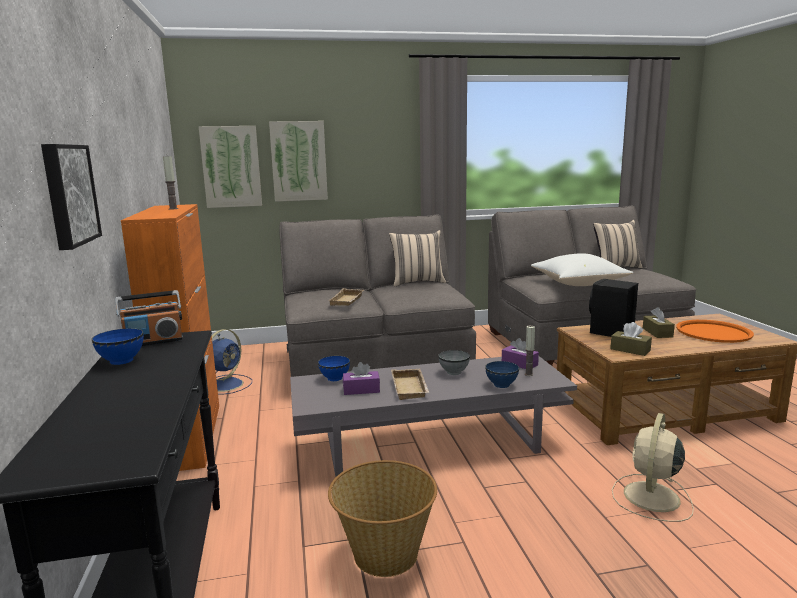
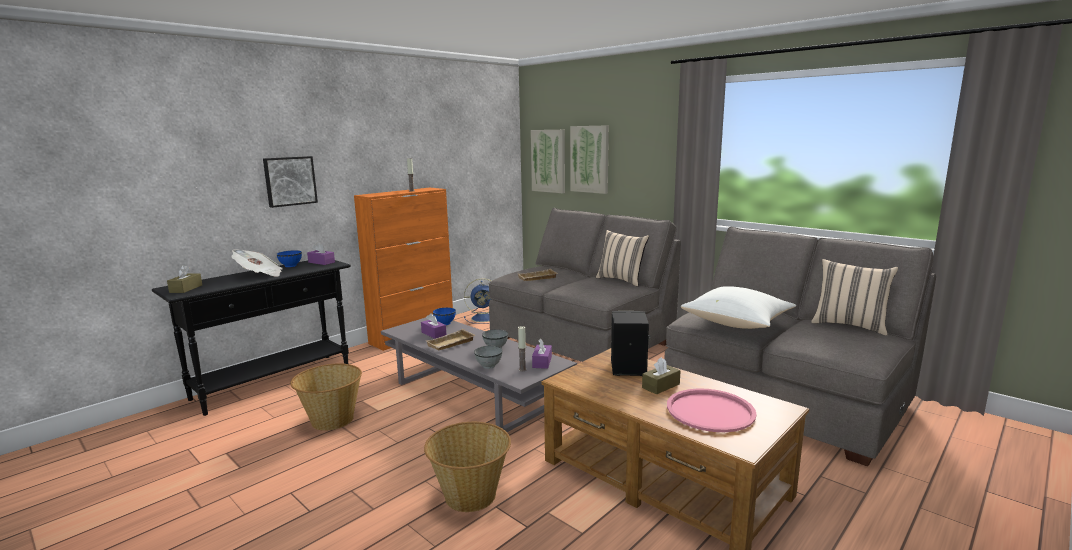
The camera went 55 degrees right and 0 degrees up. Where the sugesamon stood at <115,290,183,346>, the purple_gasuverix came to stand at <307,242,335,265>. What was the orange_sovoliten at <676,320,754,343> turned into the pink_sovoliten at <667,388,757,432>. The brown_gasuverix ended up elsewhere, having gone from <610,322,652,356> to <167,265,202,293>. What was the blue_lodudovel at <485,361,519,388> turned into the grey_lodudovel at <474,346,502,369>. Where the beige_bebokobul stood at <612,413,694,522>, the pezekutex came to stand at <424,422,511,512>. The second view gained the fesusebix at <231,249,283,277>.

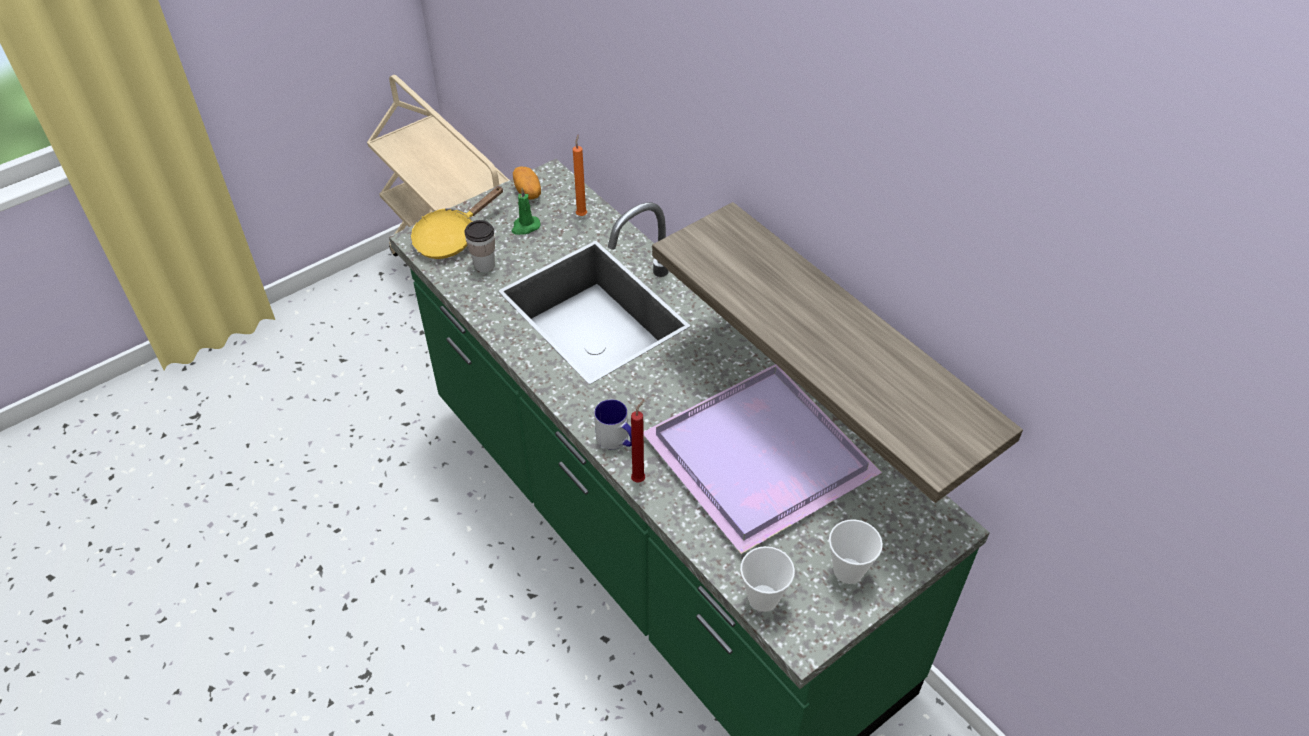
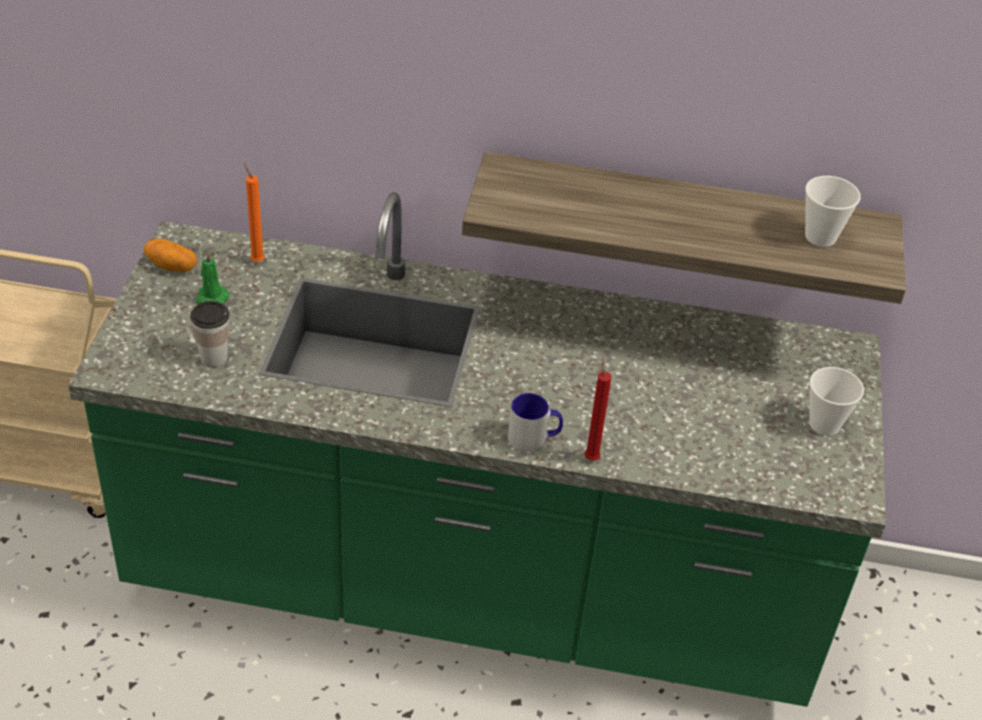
The camera went 45 degrees left and 5 degrees down. The second view lost the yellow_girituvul at <410,186,503,259>. The second view lost the purple_sovoliten at <644,364,882,554>. The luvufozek ended up elsewhere, having gone from <740,546,795,612> to <805,176,861,247>.

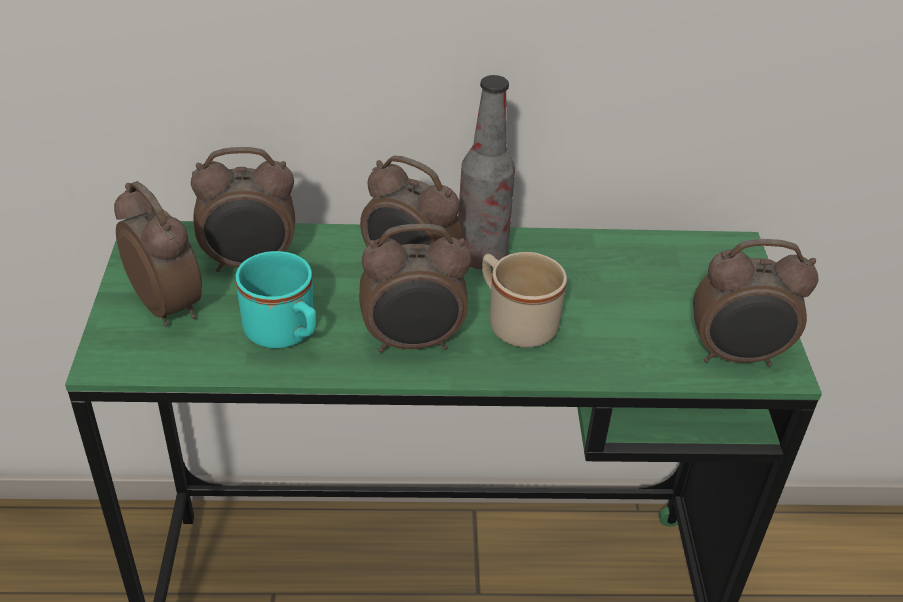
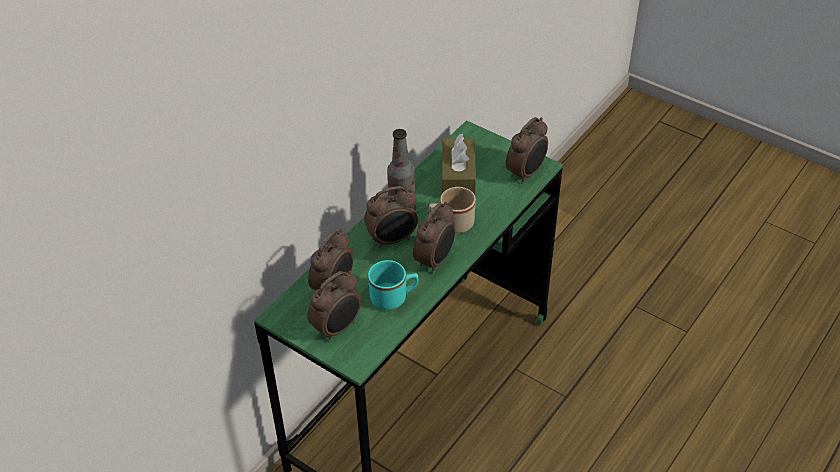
The camera went 50 degrees left and 5 degrees up. The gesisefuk at <114,181,202,327> ended up facing another way, 135 degrees clockwise from before. The second view gained the brown_gasuverix at <442,134,476,195>.

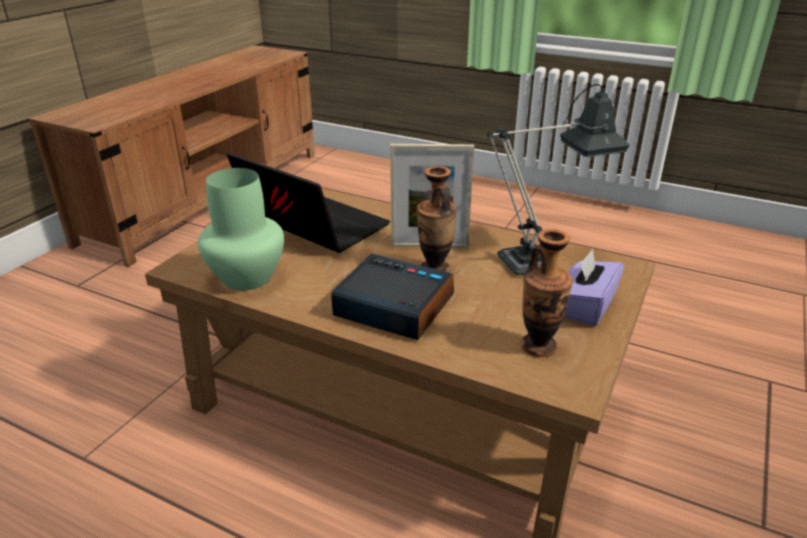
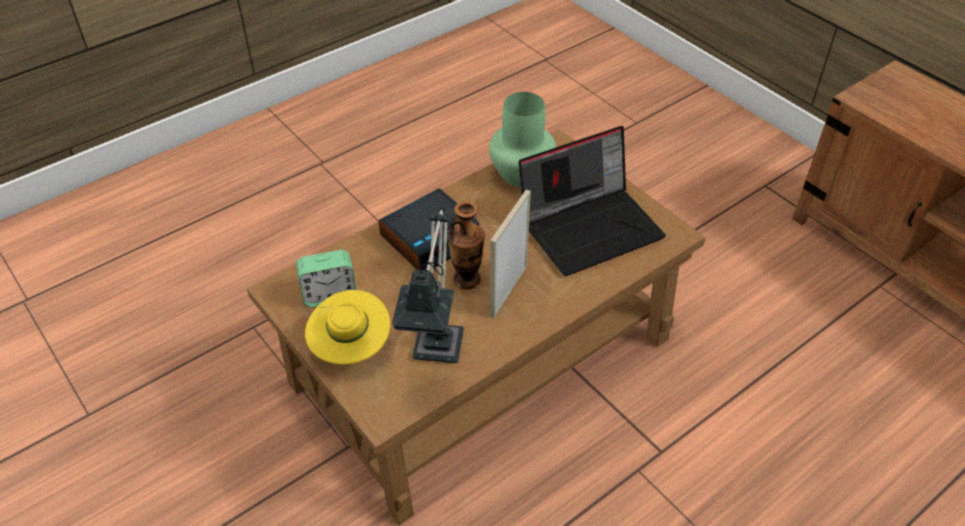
The camera went 115 degrees right and 15 degrees up. Where the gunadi stood at <521,229,573,357>, the gesisefuk came to stand at <296,250,356,308>. Where the purple_gasuverix stood at <564,249,624,326>, the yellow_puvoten came to stand at <305,290,390,365>.

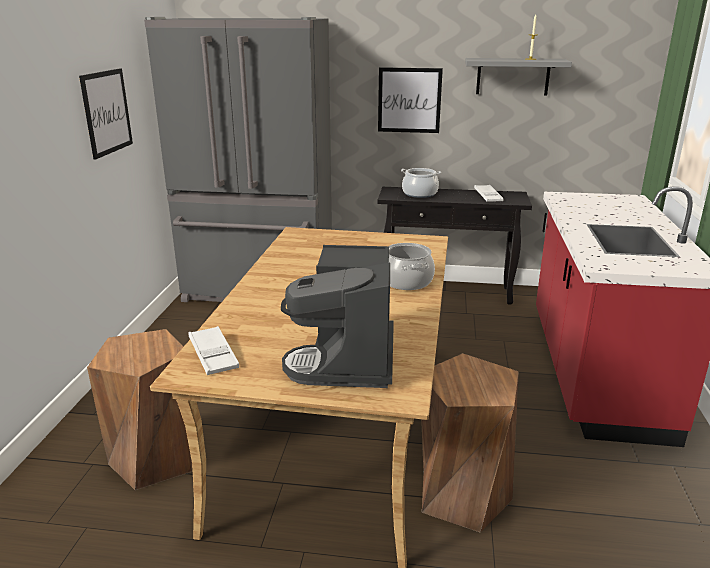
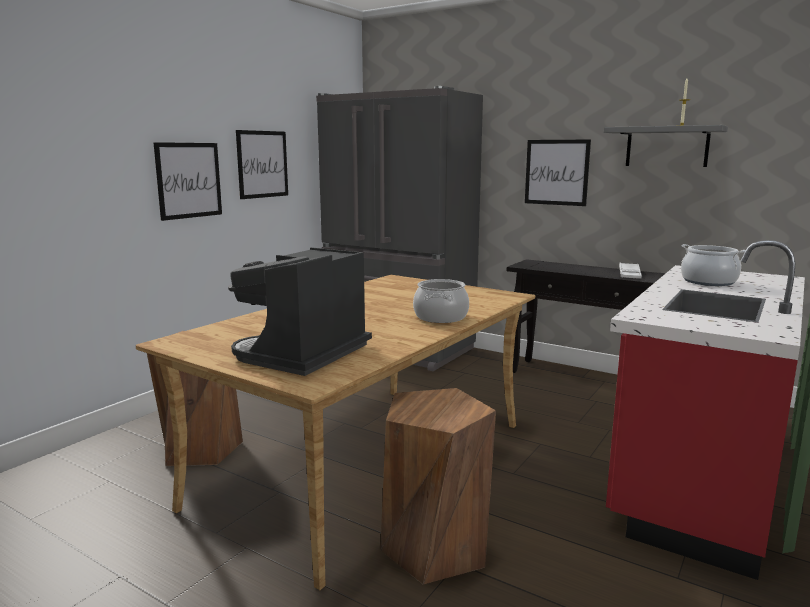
The camera went 25 degrees right and 10 degrees down. The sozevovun ended up elsewhere, having gone from <401,168,441,198> to <681,244,746,286>. The second view lost the white_sovoliten at <188,326,239,375>. The second view gained the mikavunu at <153,142,222,221>.

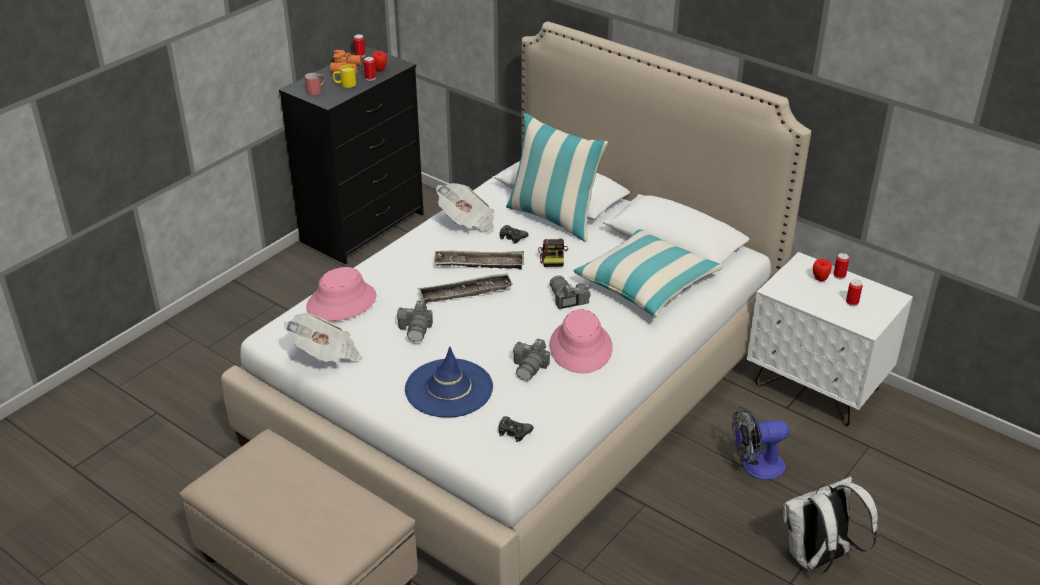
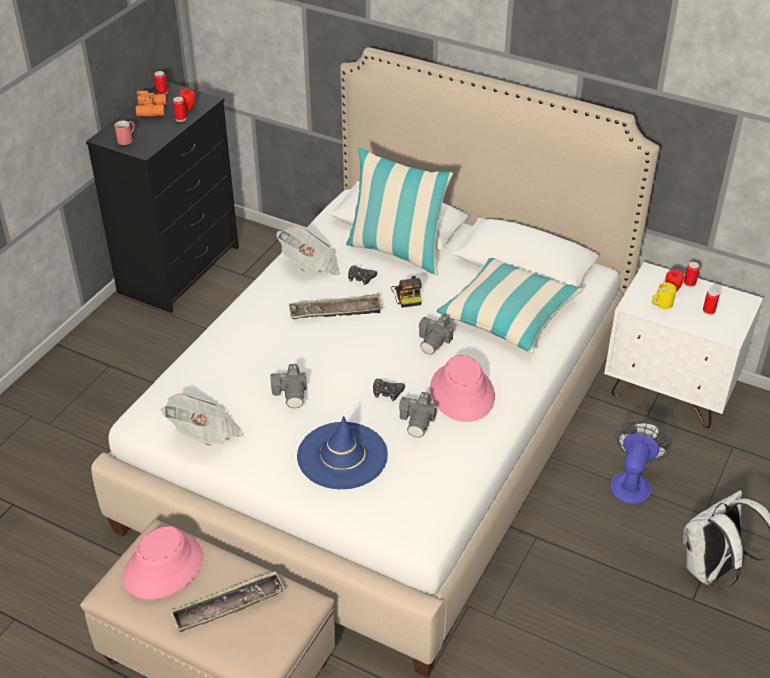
The camera went 10 degrees left and 5 degrees up. The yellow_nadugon ended up elsewhere, having gone from <333,65,356,88> to <652,282,676,309>. The pink_puvoten ended up elsewhere, having gone from <306,267,377,321> to <123,526,203,599>. The sovoliten ended up elsewhere, having gone from <418,273,513,303> to <169,571,285,632>. The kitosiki at <549,276,591,309> ended up facing another way, 120 degrees counterclockwise from before. The bebokobul at <732,407,789,480> ended up facing another way, 135 degrees clockwise from before. The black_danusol ended up elsewhere, having gone from <498,416,534,442> to <373,379,405,401>.

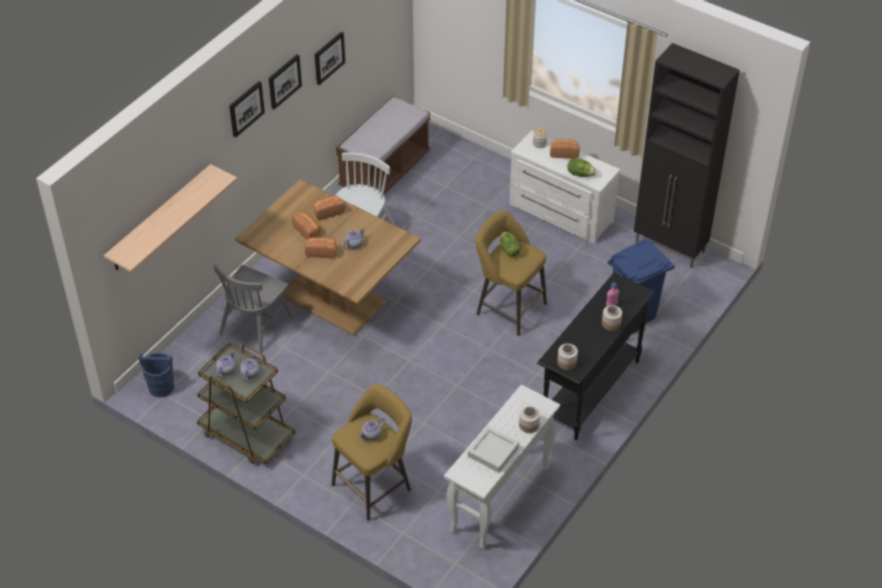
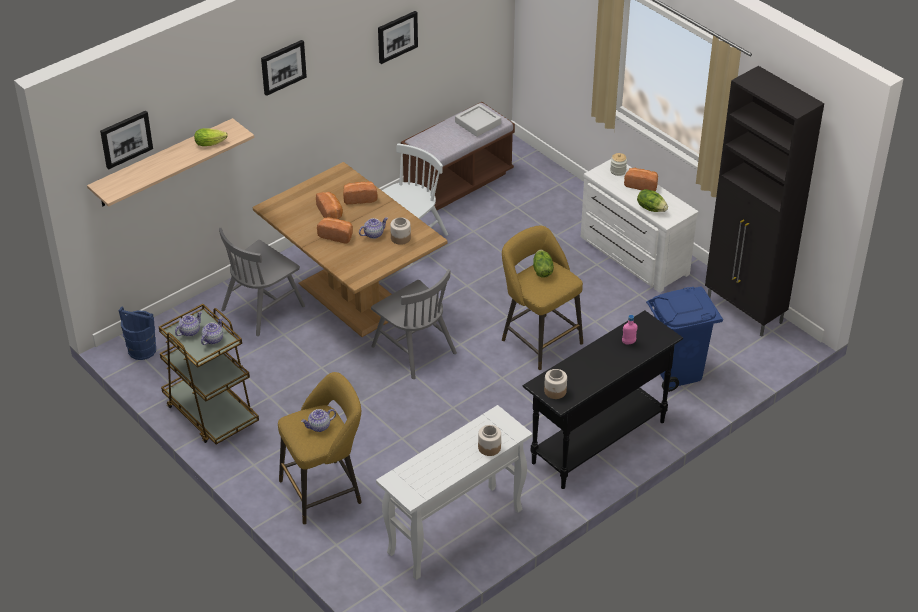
The camera went 15 degrees right and 5 degrees down. The mikavunu ended up elsewhere, having gone from <269,55,302,110> to <100,110,153,169>. The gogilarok ended up elsewhere, having gone from <602,305,622,331> to <390,217,411,245>. The grey_sovoliten ended up elsewhere, having gone from <468,427,519,473> to <455,104,501,137>. The second view gained the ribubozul at <194,128,228,146>. The second view gained the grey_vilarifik at <371,269,457,379>.

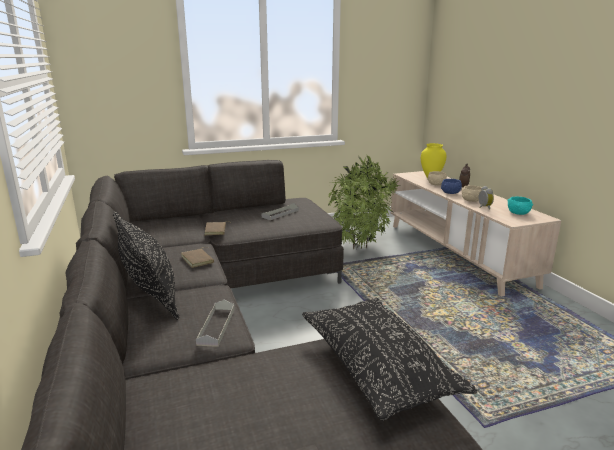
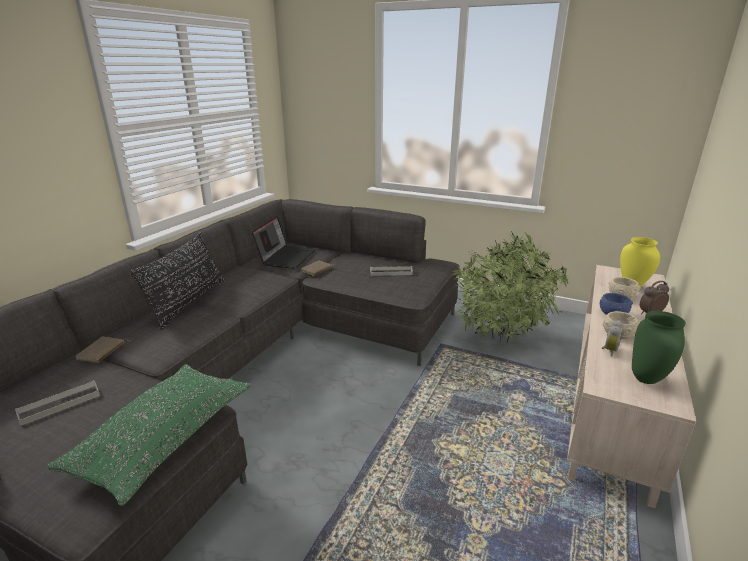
The camera went 45 degrees right and 5 degrees up. Where the turquoise_lodudovel stood at <508,196,533,215>, the green_gunadi came to stand at <632,311,686,384>. The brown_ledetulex ended up elsewhere, having gone from <181,247,214,268> to <75,337,131,363>. What was the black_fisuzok at <302,298,477,420> turned into the green_fisuzok at <47,364,250,506>. The grey_sovoliten ended up elsewhere, having gone from <196,300,234,347> to <15,380,100,425>. The second view gained the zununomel at <252,216,316,269>.

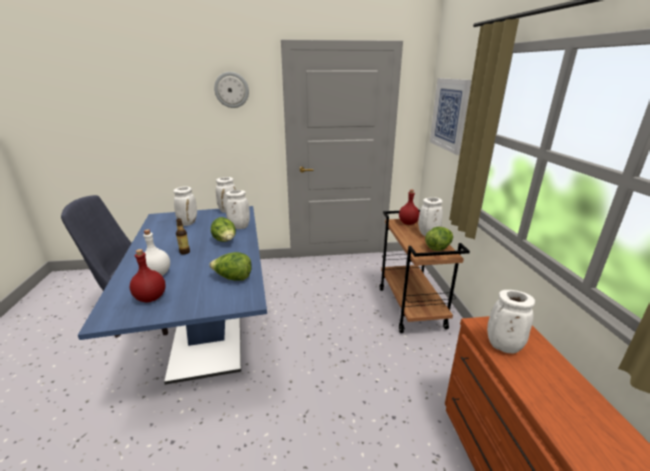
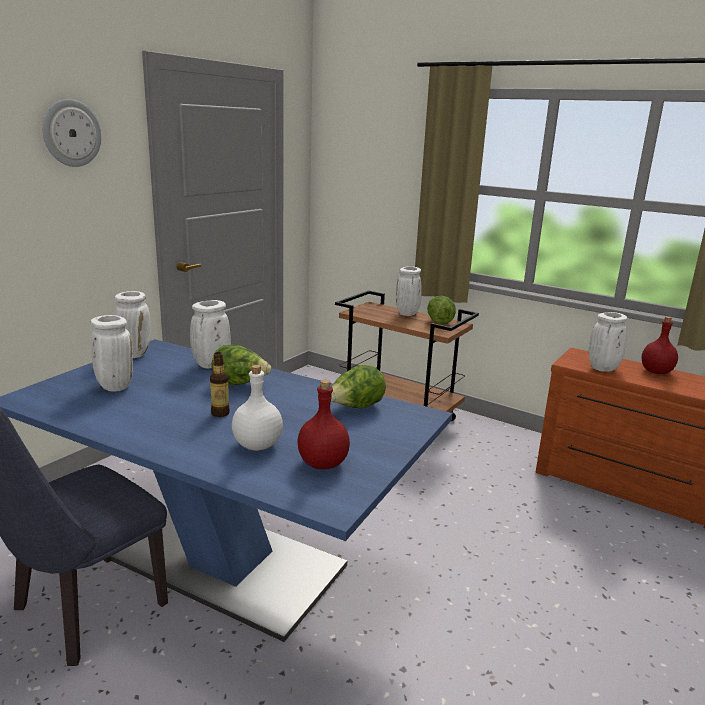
The camera went 50 degrees left and 5 degrees down. The second view lost the mikavunu at <430,78,472,155>. The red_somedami ended up elsewhere, having gone from <399,190,419,225> to <642,316,678,374>.

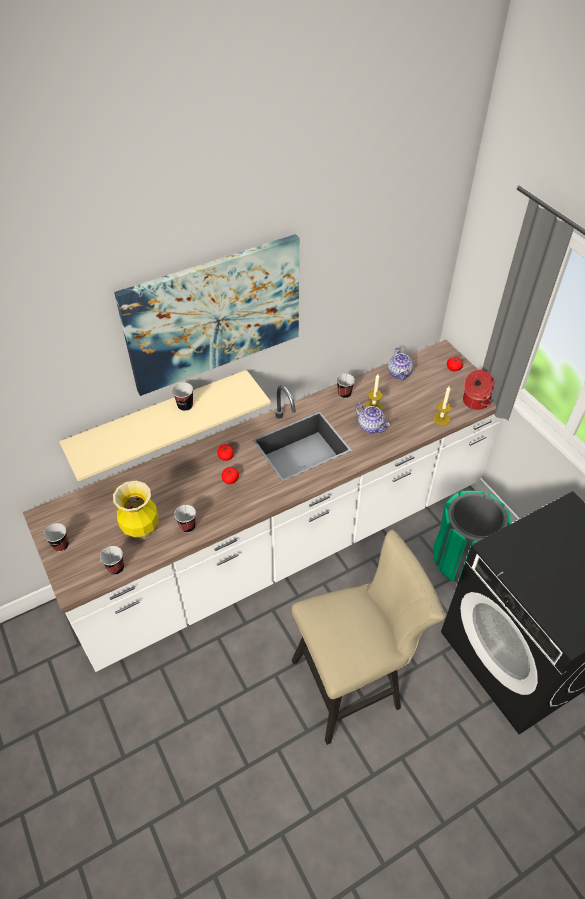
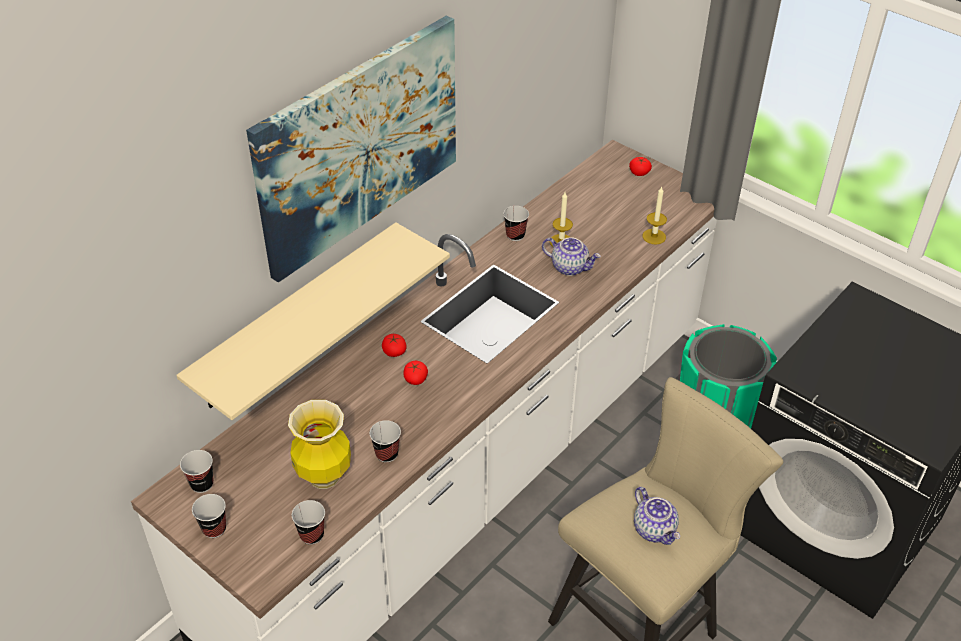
The camera went 20 degrees left and 5 degrees down. The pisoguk ended up elsewhere, having gone from <388,348,413,381> to <634,487,680,545>. The second view lost the sozevovun at <463,370,494,410>. The luvufozek ended up elsewhere, having gone from <172,382,193,411> to <180,450,214,493>.

